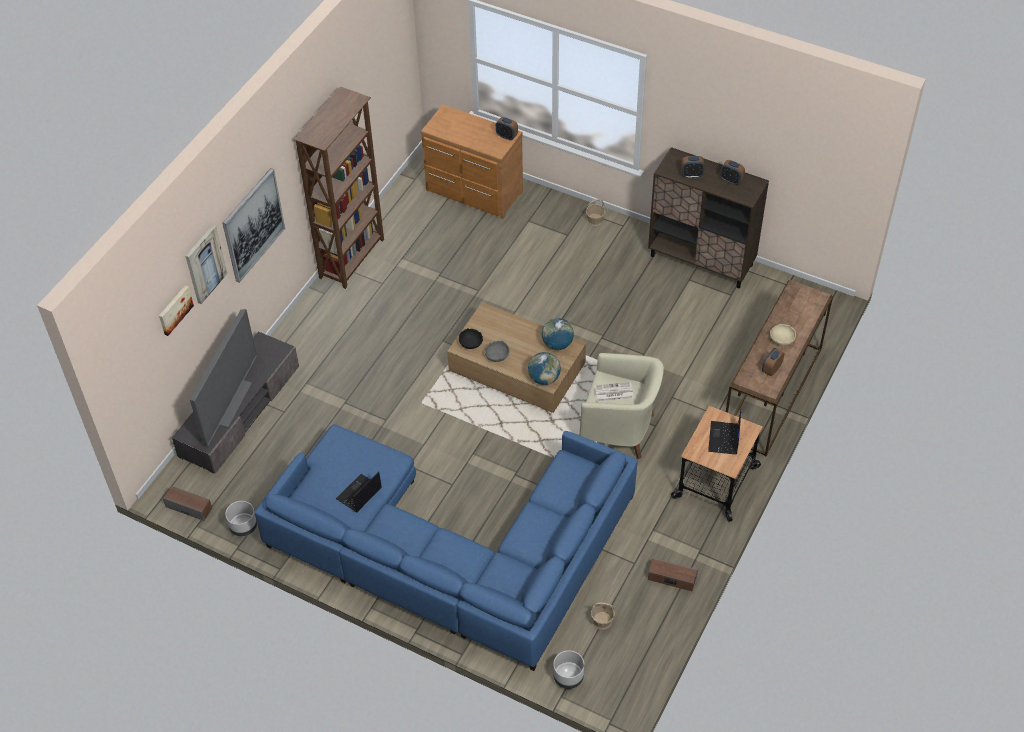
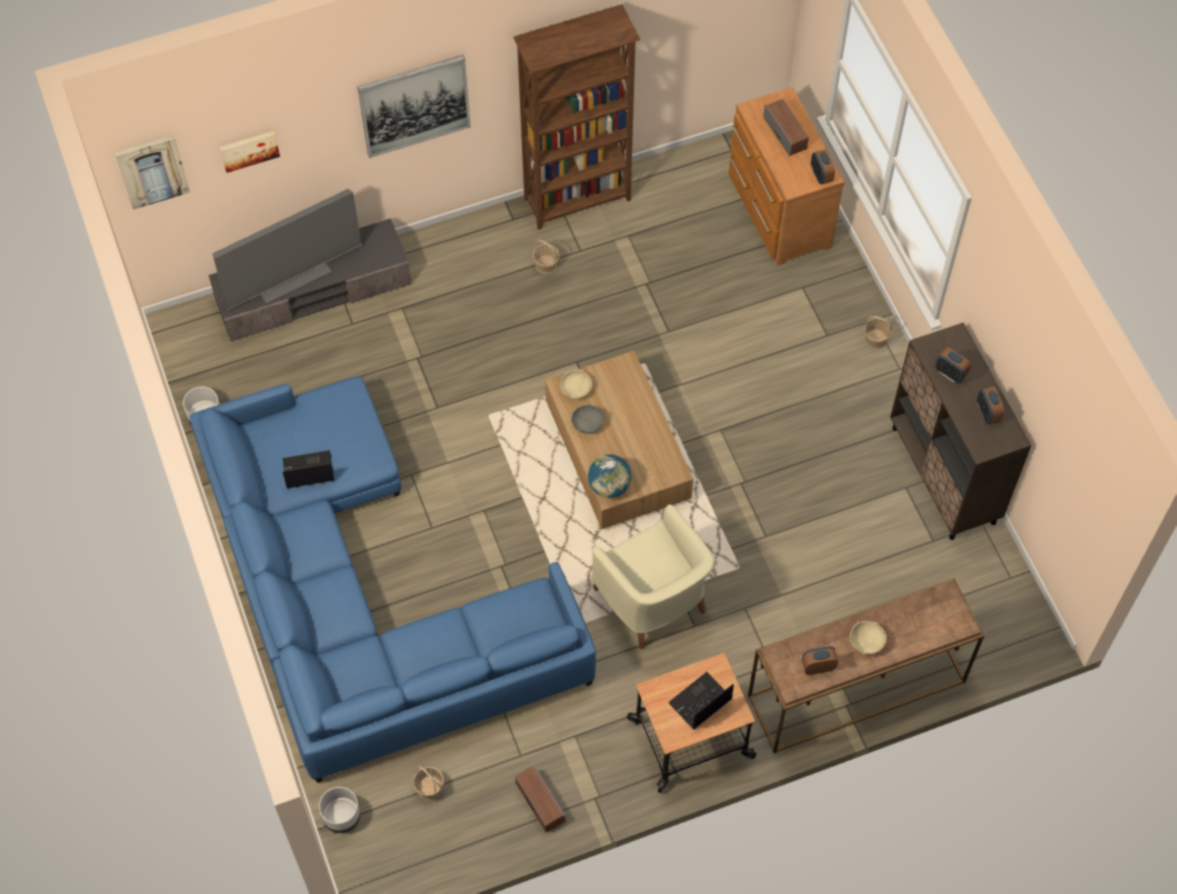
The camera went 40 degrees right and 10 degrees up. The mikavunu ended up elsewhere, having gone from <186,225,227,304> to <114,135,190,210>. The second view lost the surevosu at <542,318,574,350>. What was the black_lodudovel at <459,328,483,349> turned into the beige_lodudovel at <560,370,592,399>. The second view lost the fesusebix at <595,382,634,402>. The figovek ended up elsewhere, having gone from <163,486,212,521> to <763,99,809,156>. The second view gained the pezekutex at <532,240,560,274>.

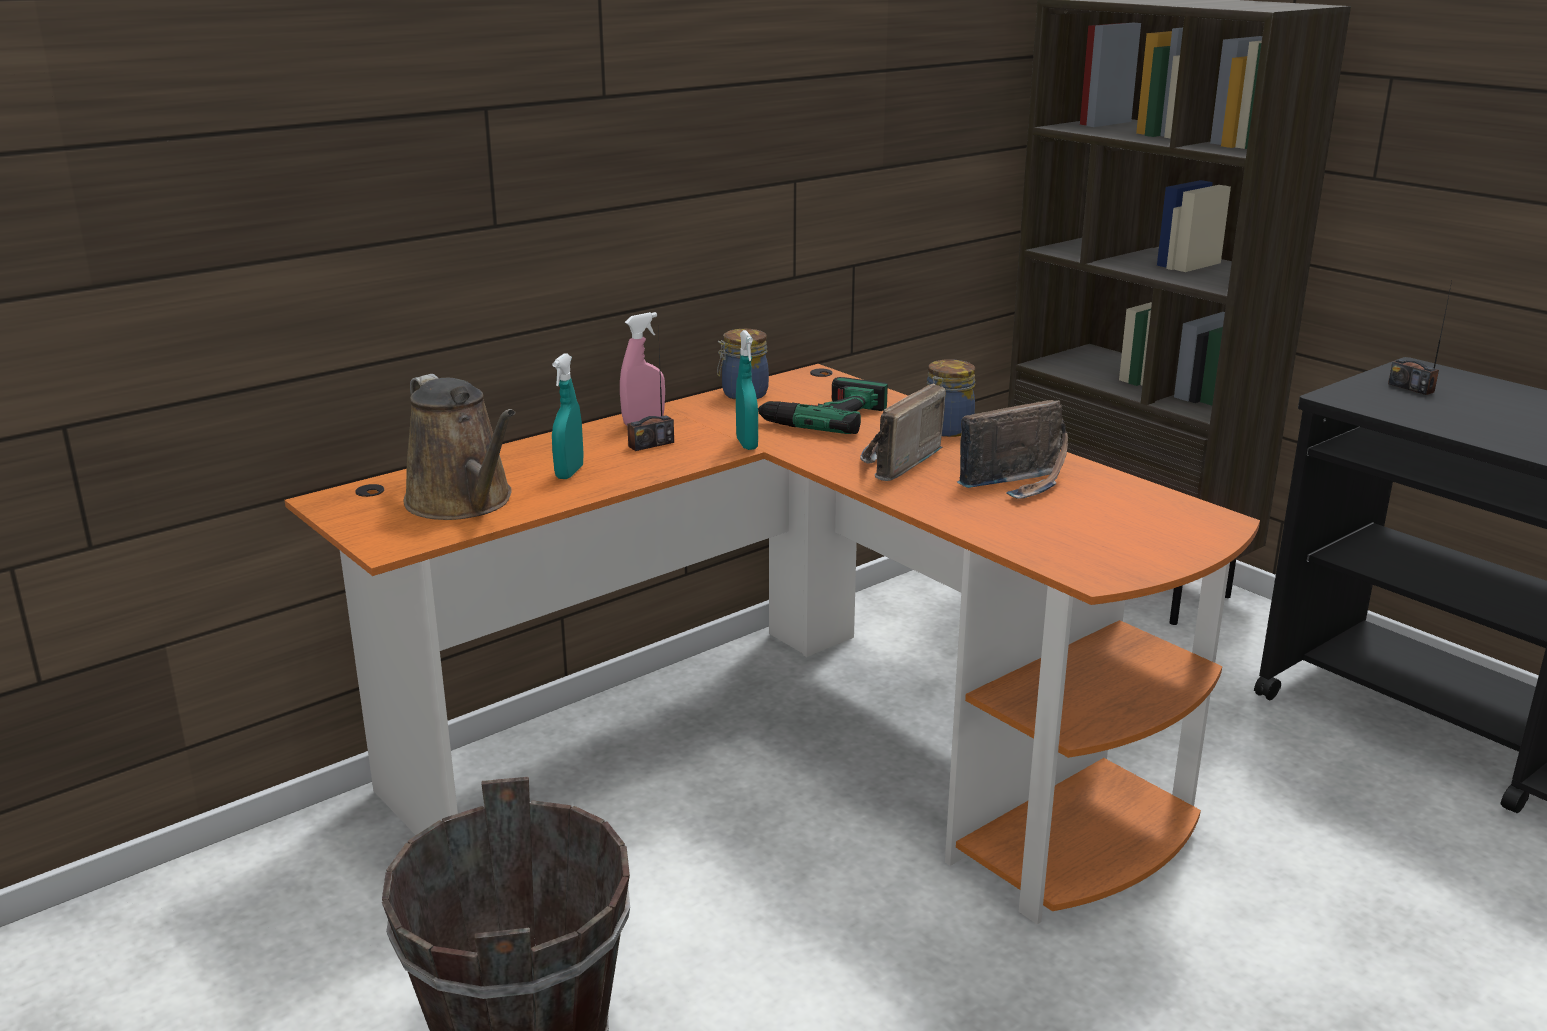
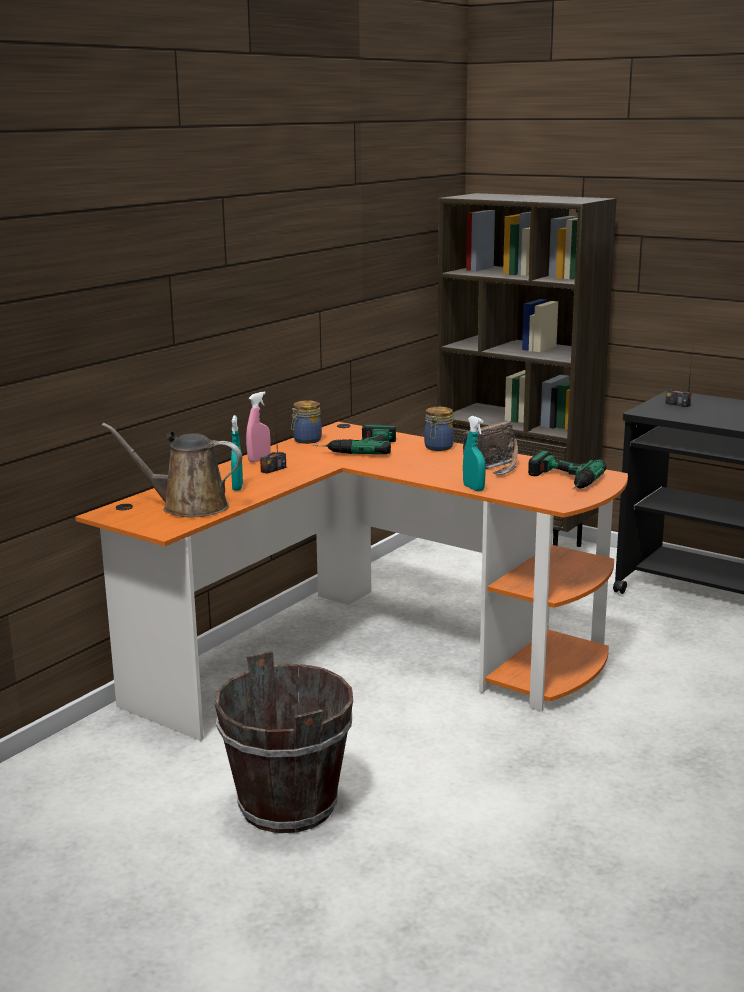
The camera went 15 degrees left and 5 degrees down. The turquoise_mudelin ended up elsewhere, having gone from <736,330,758,450> to <463,416,486,491>. The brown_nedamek at <404,374,516,520> ended up facing another way, 150 degrees clockwise from before. The second view lost the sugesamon at <860,383,946,481>. The second view gained the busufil at <528,451,606,490>.

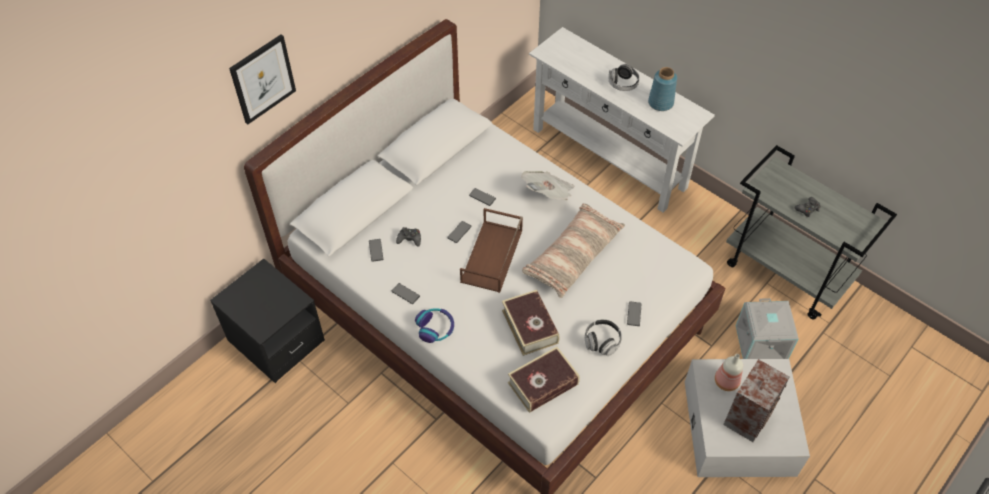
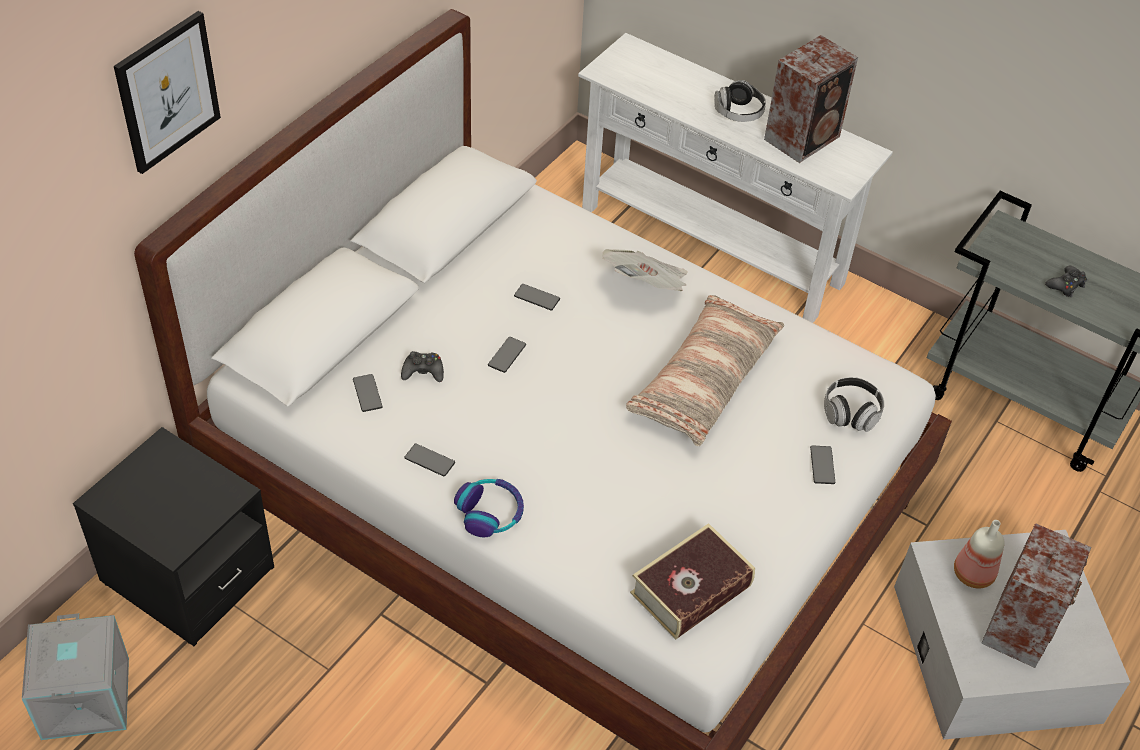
The camera went 10 degrees left and 5 degrees down. Where the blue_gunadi stood at <648,67,677,111>, the figovek came to stand at <764,35,858,163>. The second view lost the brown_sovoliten at <460,208,523,293>. The second view lost the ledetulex at <502,290,560,356>. The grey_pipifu ended up elsewhere, having gone from <736,298,799,359> to <22,613,129,740>. The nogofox ended up elsewhere, having gone from <585,319,622,356> to <824,377,884,432>.

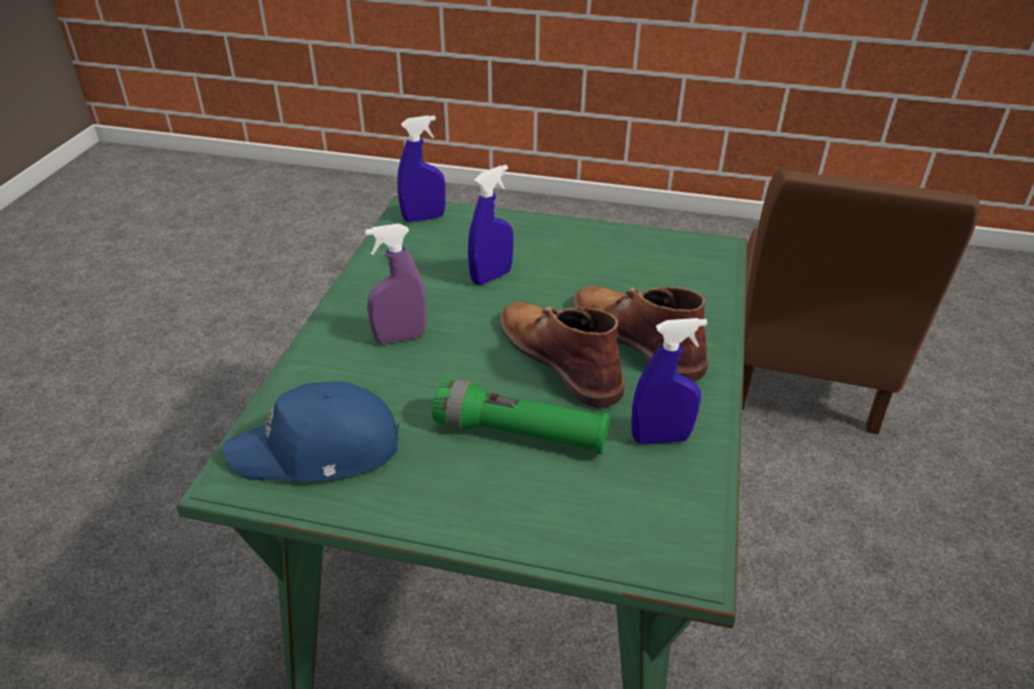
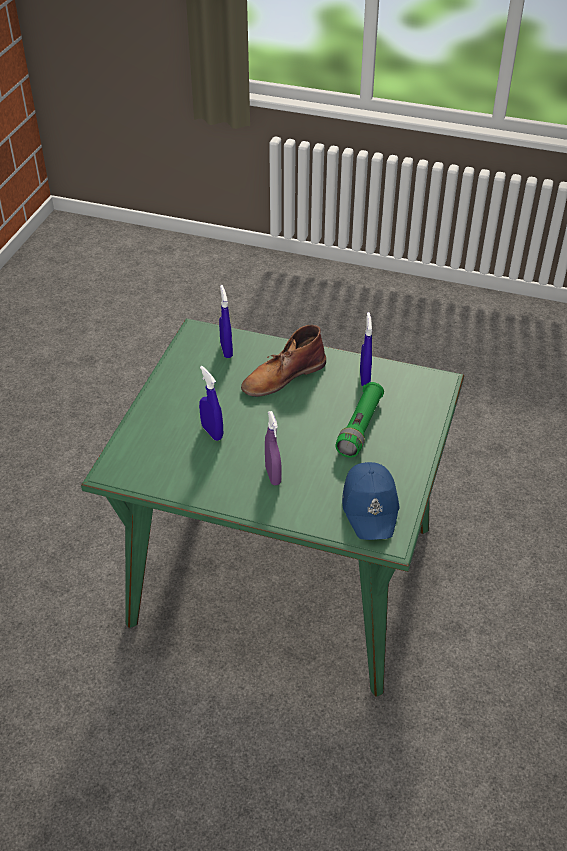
The camera went 85 degrees left and 5 degrees up. The blue_mudelin ended up elsewhere, having gone from <397,115,446,222> to <219,285,233,358>. The second view lost the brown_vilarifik at <742,169,979,434>. The second view lost the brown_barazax at <500,301,624,408>.

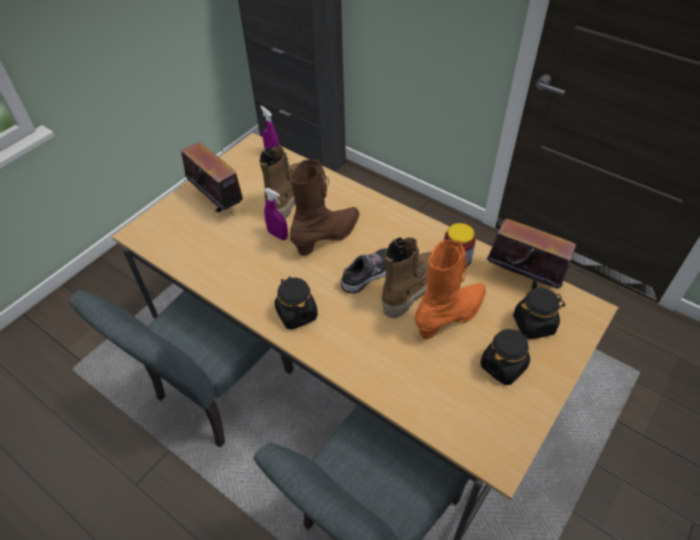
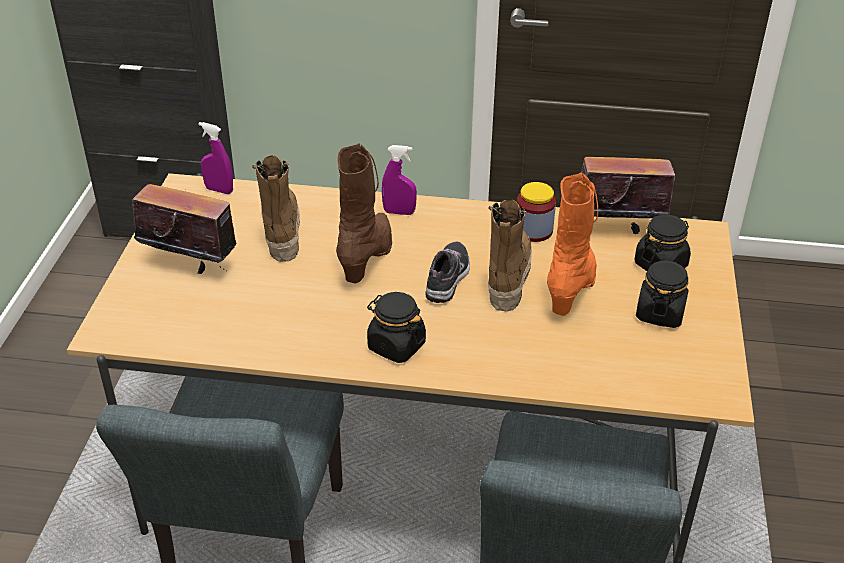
The camera went 30 degrees left and 10 degrees down. The purple_mudelin ended up elsewhere, having gone from <264,188,288,240> to <382,145,417,215>.

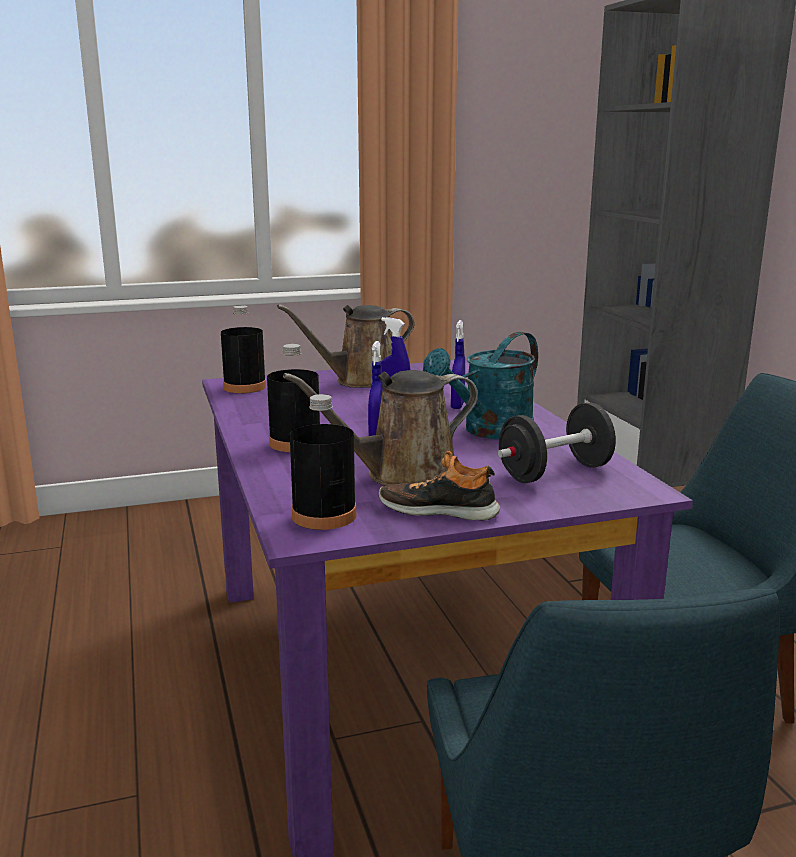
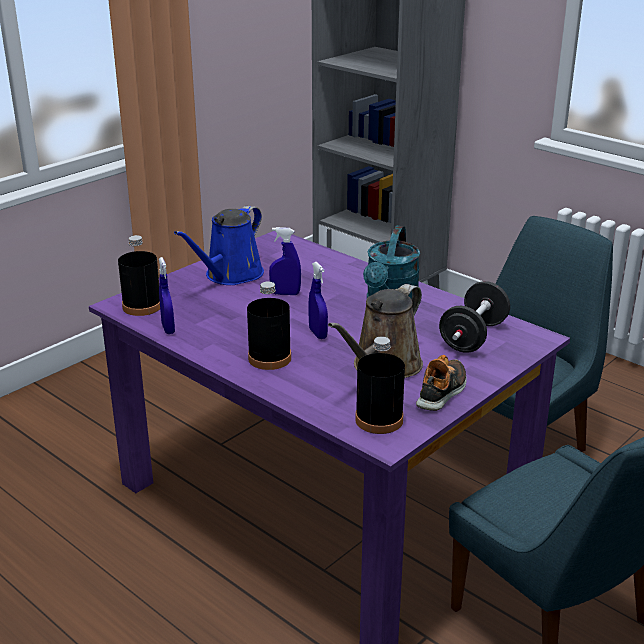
The camera went 30 degrees left and 10 degrees up. What was the brown_nedamek at <277,304,414,388> turned into the blue_nedamek at <174,206,264,285>. The blue_mudelin ended up elsewhere, having gone from <451,320,465,409> to <159,257,175,334>. The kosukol at <379,451,500,521> ended up facing another way, 135 degrees clockwise from before.

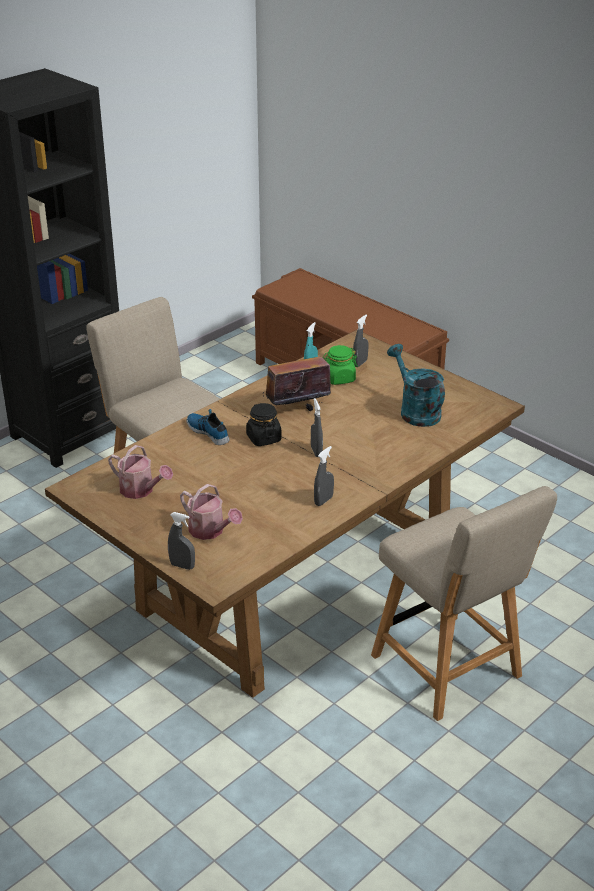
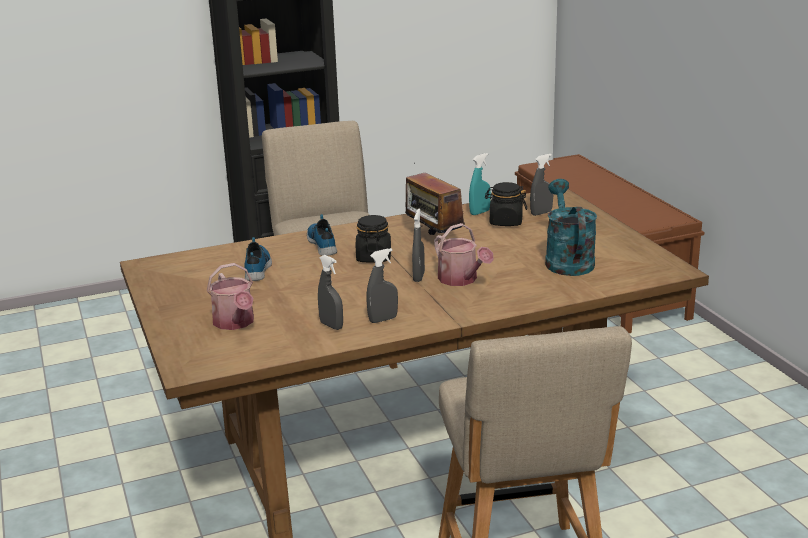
The camera went 25 degrees right and 10 degrees down. The sugesamon at <263,344,331,411> ended up facing another way, 120 degrees counterclockwise from before. What was the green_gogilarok at <323,345,358,385> turned into the black_gogilarok at <485,182,527,226>. The nedamek ended up elsewhere, having gone from <108,445,173,499> to <434,223,494,286>. The grey_mudelin ended up elsewhere, having gone from <168,512,195,570> to <318,255,343,330>. The second view gained the kosukol at <244,237,272,281>.

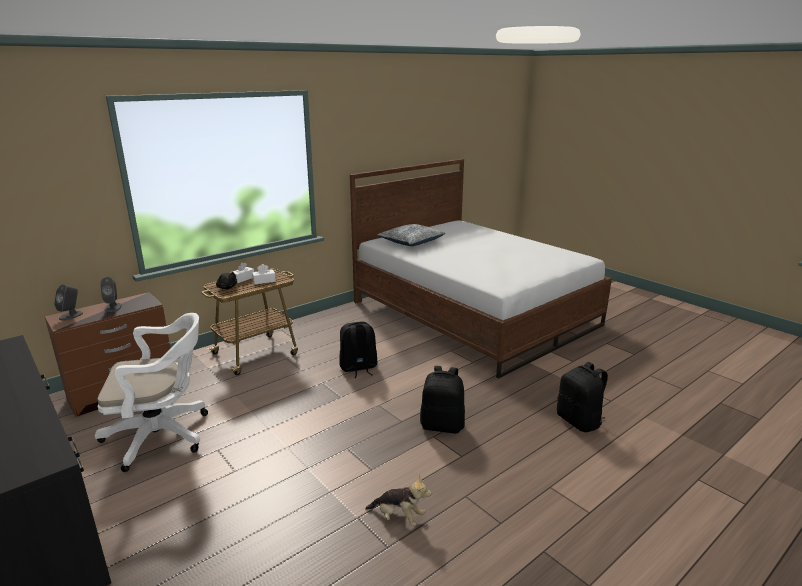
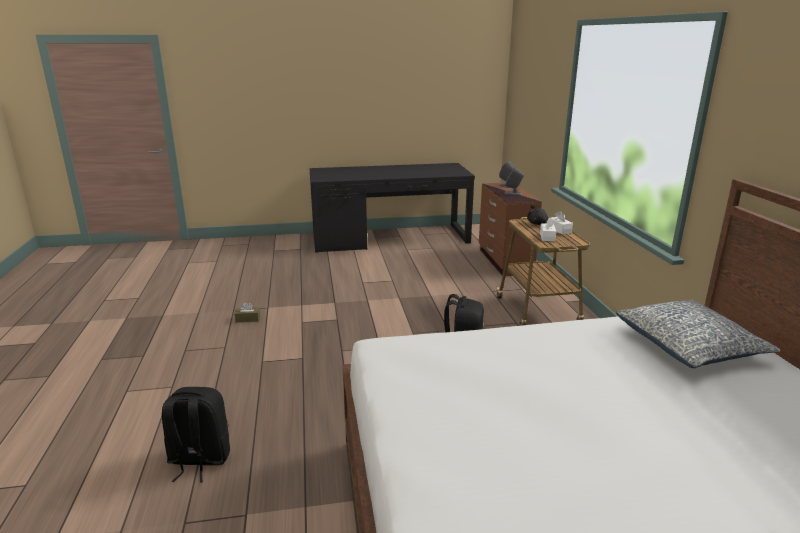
The camera went 120 degrees right and 0 degrees up. The second view lost the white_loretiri at <95,313,208,472>. The second view lost the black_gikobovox at <420,366,465,434>. Where the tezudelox stood at <365,475,431,526>, the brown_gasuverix came to stand at <234,302,260,322>.

